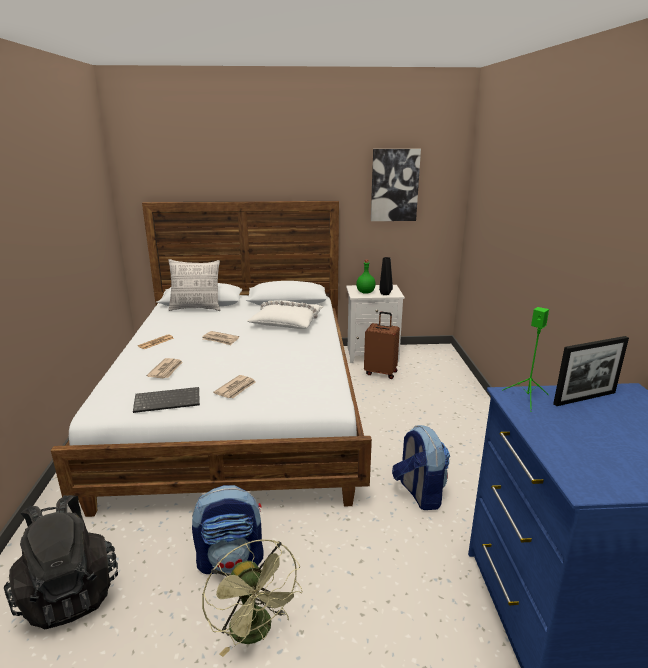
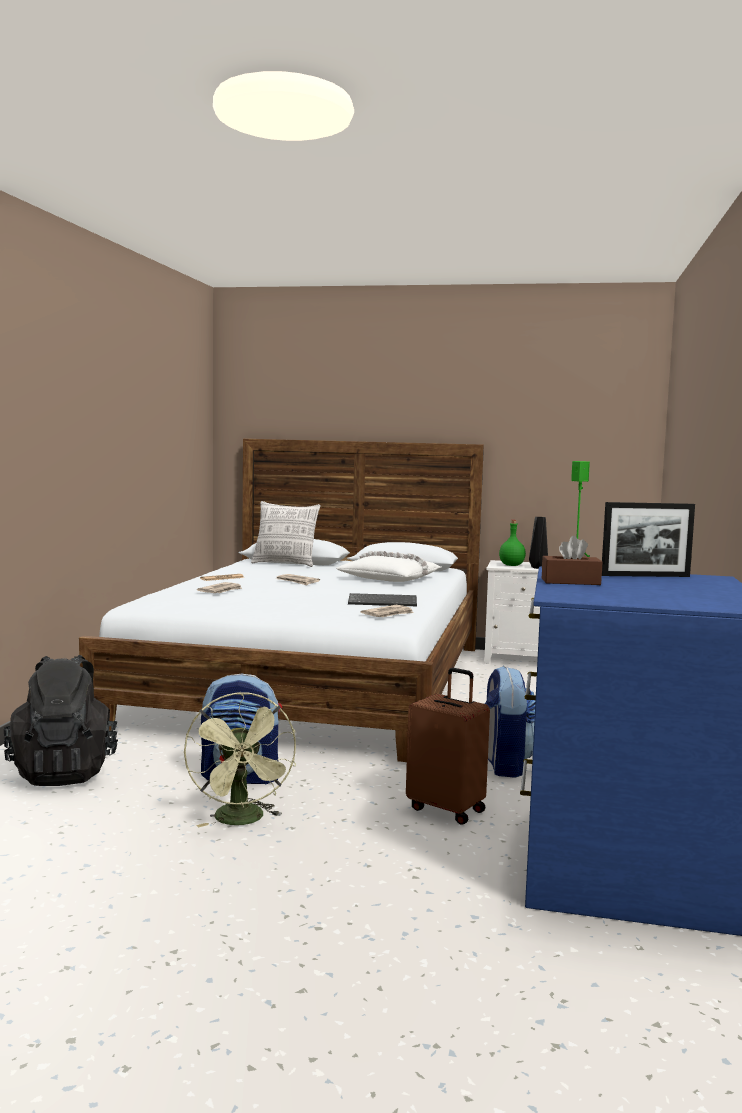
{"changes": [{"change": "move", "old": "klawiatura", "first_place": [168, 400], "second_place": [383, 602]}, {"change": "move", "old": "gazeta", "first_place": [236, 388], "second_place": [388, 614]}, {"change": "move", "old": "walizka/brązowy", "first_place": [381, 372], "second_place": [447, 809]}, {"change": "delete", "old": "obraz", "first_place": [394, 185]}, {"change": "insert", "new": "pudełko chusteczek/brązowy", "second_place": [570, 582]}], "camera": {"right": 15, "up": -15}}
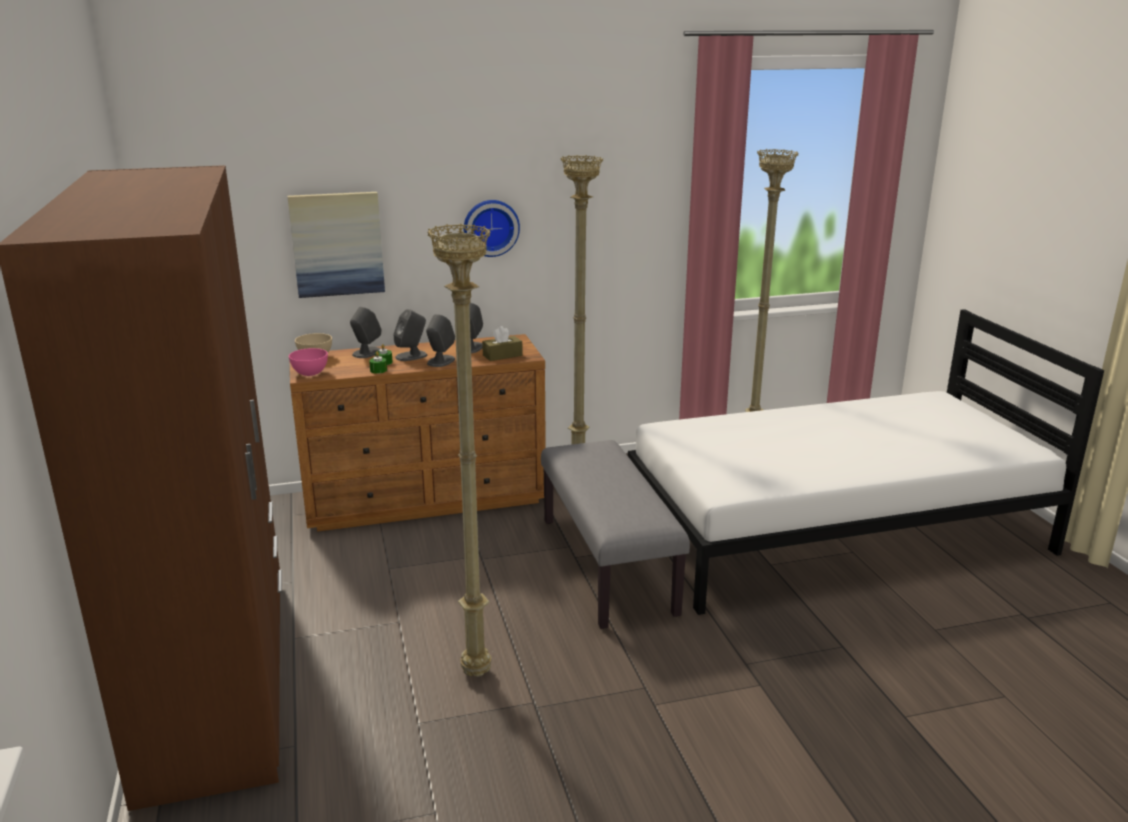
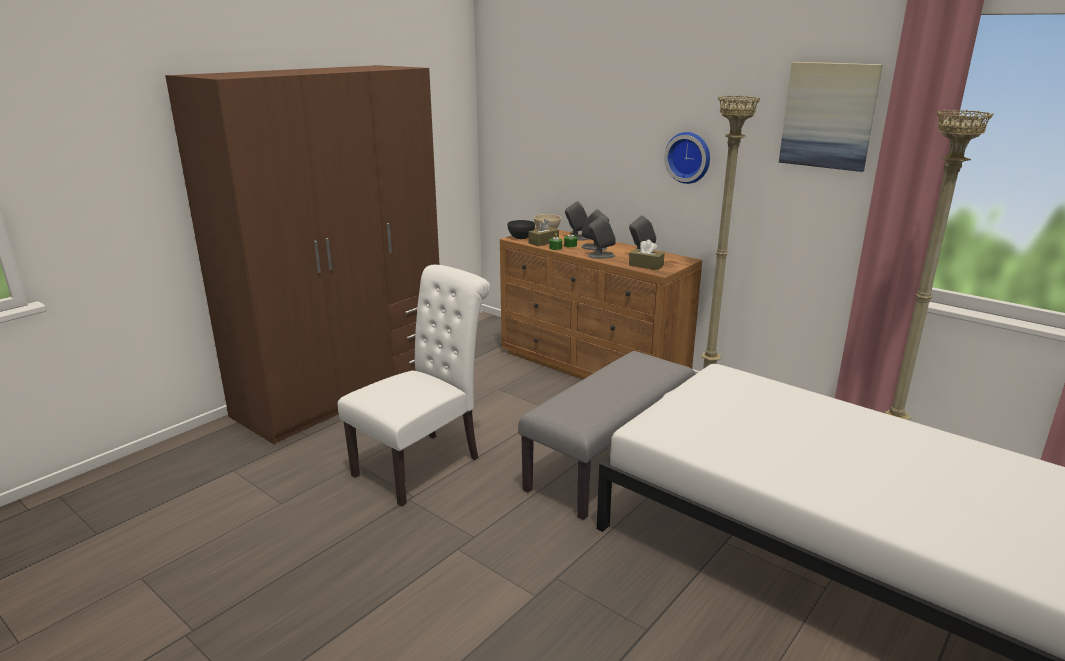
{"changes": [{"change": "move", "old": "obraz", "first_place": [337, 244], "second_place": [828, 115]}, {"change": "recolor", "old": "miska/różowy", "new": "miska/szary", "first_place": [310, 373], "second_place": [521, 237]}, {"change": "replace", "old": "lampa stojąca/beżowy", "new": "krzesło/biały", "first_place": [478, 673], "second_place": [423, 463]}, {"change": "insert", "new": "pudełko chusteczek/brązowy", "second_place": [543, 242]}], "camera": {"right": 55, "up": 0}}
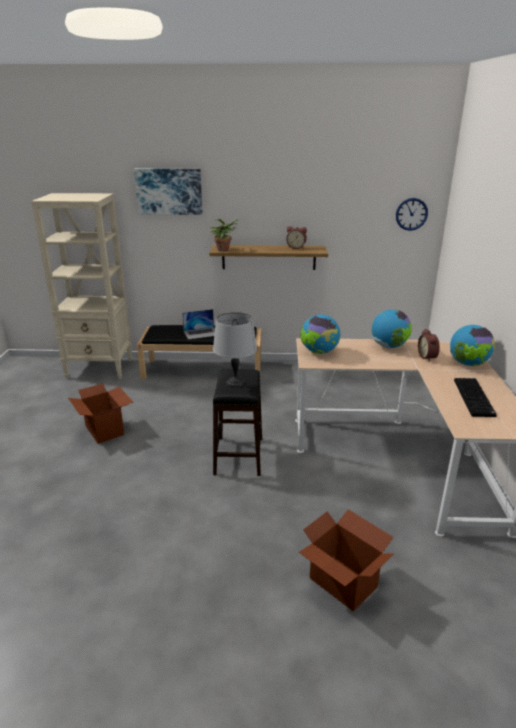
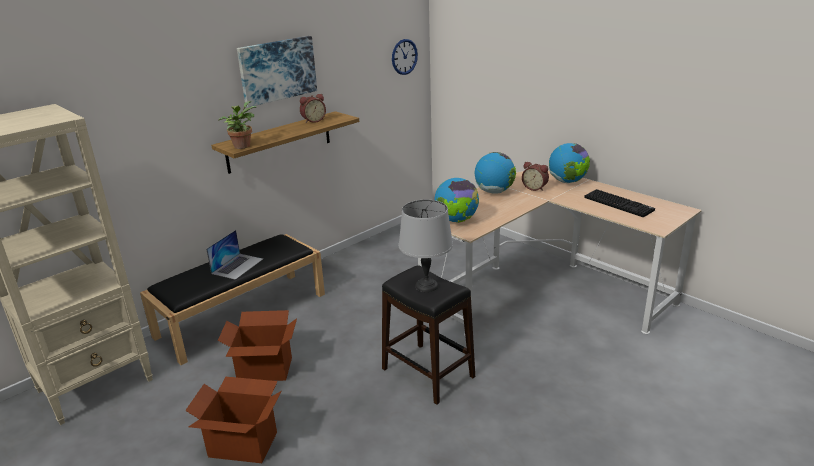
{"changes": [{"change": "move", "old": "obraz", "first_place": [169, 191], "second_place": [277, 70]}, {"change": "move", "old": "karton", "first_place": [342, 583], "second_place": [265, 370]}], "camera": {"right": -45, "up": 0}}
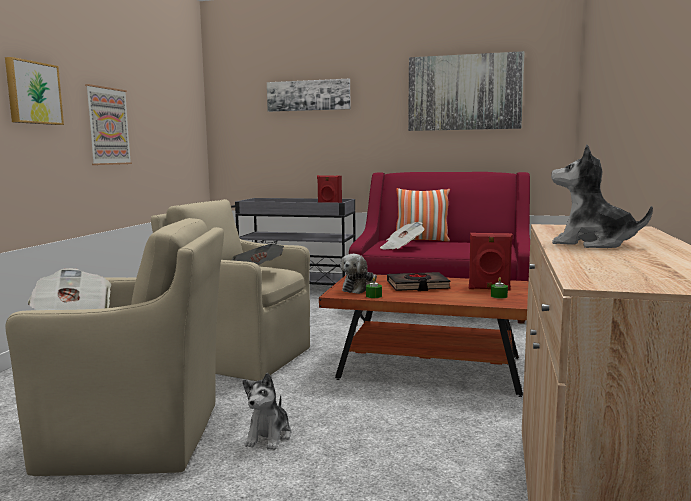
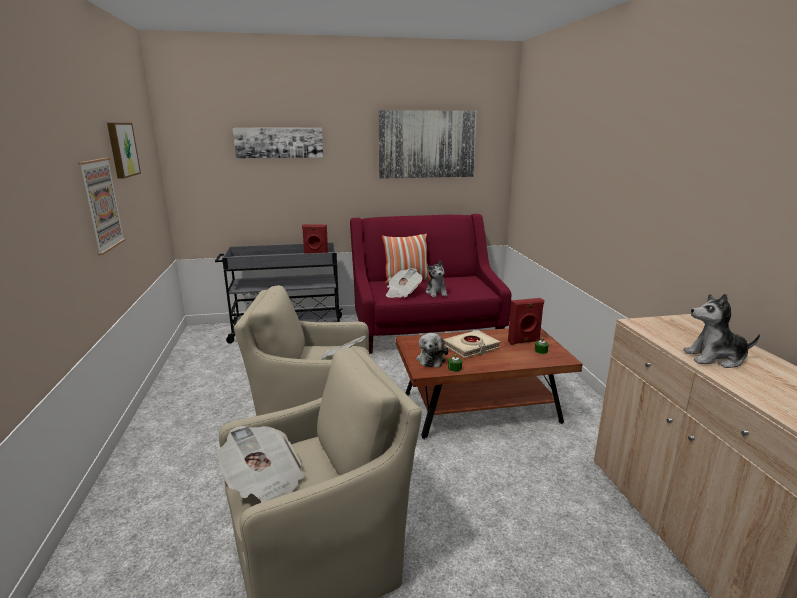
{"changes": [{"change": "move", "old": "obraz", "first_place": [33, 93], "second_place": [121, 149]}, {"change": "move", "old": "pluszak", "first_place": [269, 436], "second_place": [436, 293]}, {"change": "recolor", "old": "książka/czarny", "new": "książka/beżowy", "first_place": [417, 286], "second_place": [471, 347]}], "camera": {"right": -25, "up": 10}}
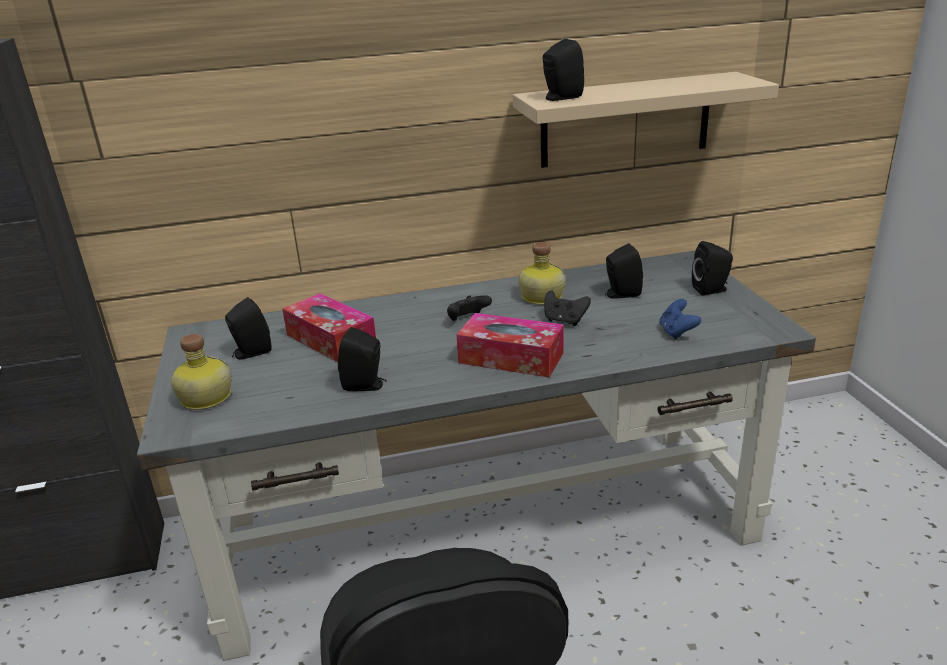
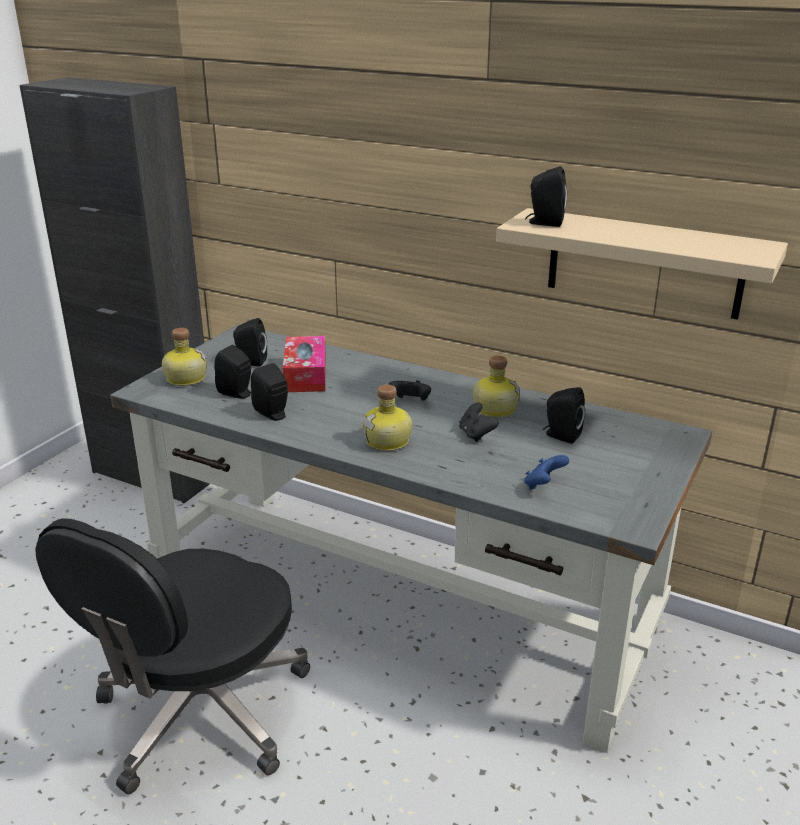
{"changes": [{"change": "replace", "old": "pudełko chusteczek", "new": "butelka", "first_place": [511, 358], "second_place": [388, 441]}, {"change": "move", "old": "głośnik/czarny", "first_place": [712, 290], "second_place": [237, 394]}], "camera": {"right": 40, "up": 0}}
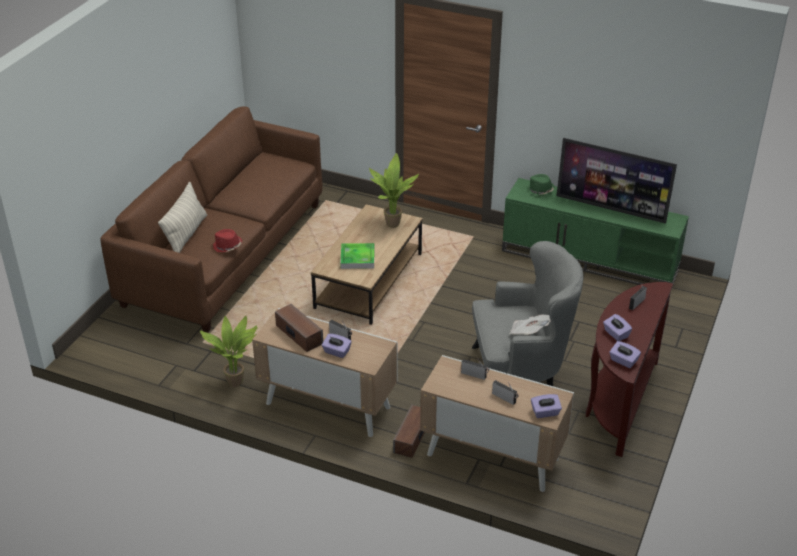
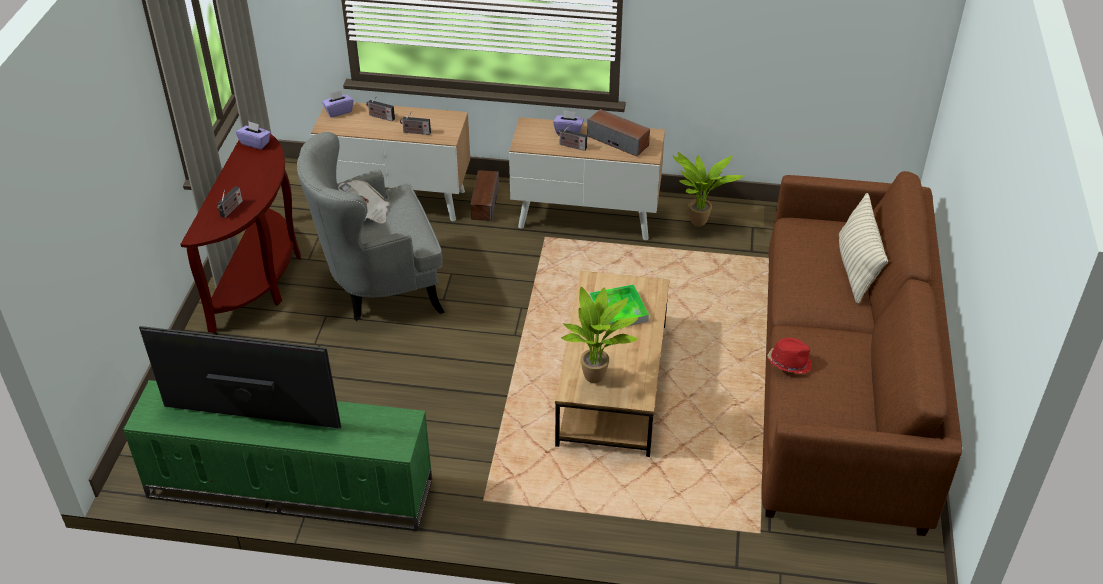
{"changes": [{"change": "move", "old": "kapelusz/czerwony", "first_place": [227, 246], "second_place": [788, 363]}, {"change": "delete", "old": "kapelusz/zielony", "first_place": [540, 190]}, {"change": "delete", "old": "pudełko chusteczek/fioletowy", "first_place": [616, 334]}], "camera": {"right": 165, "up": 5}}
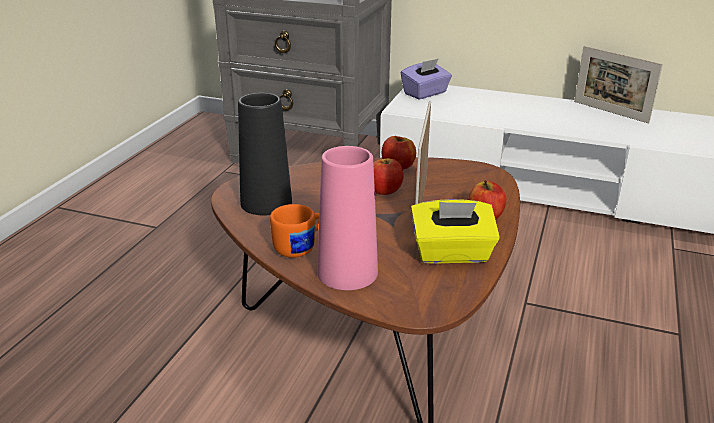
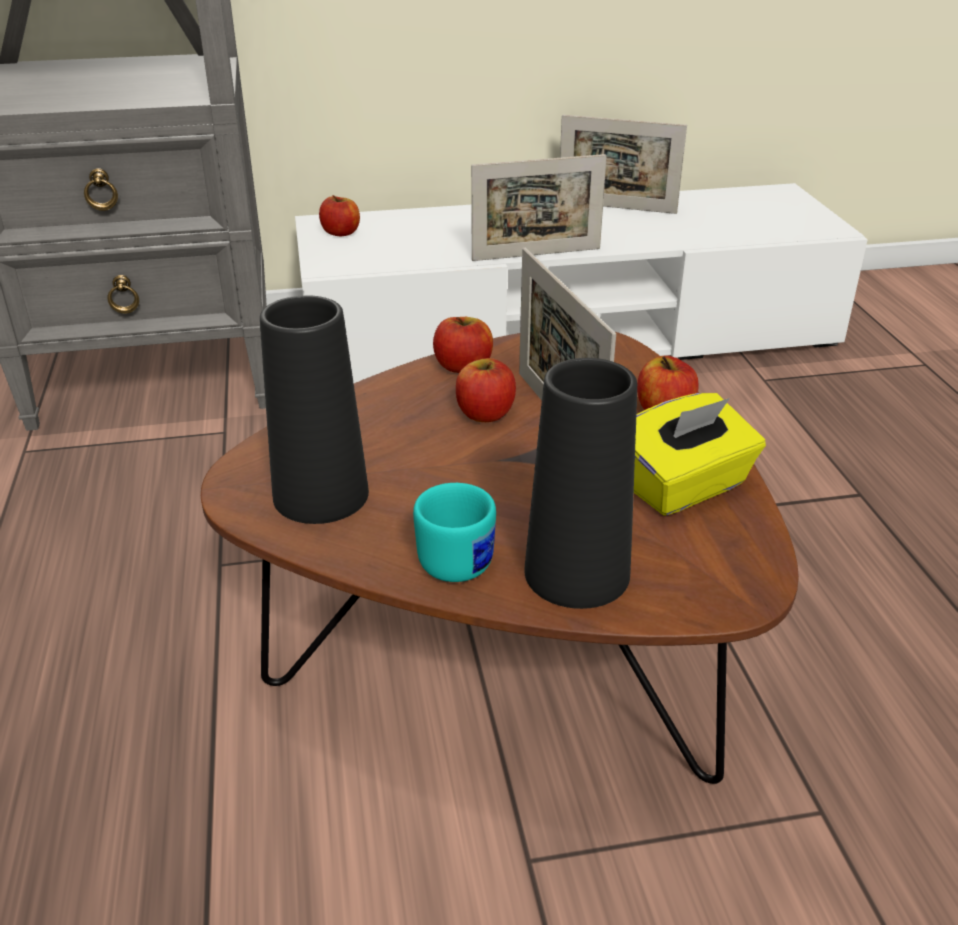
{"changes": [{"change": "recolor", "old": "kubek/pomarańczowy", "new": "kubek/turkusowy", "first_place": [300, 247], "second_place": [462, 556]}, {"change": "recolor", "old": "wazon/różowy", "new": "wazon/czarny", "first_place": [347, 272], "second_place": [577, 573]}, {"change": "replace", "old": "pudełko chusteczek/fioletowy", "new": "jabłko", "first_place": [425, 93], "second_place": [341, 233]}, {"change": "insert", "new": "ramka na zdjęcie", "second_place": [536, 254]}], "camera": {"right": -30, "up": 5}}
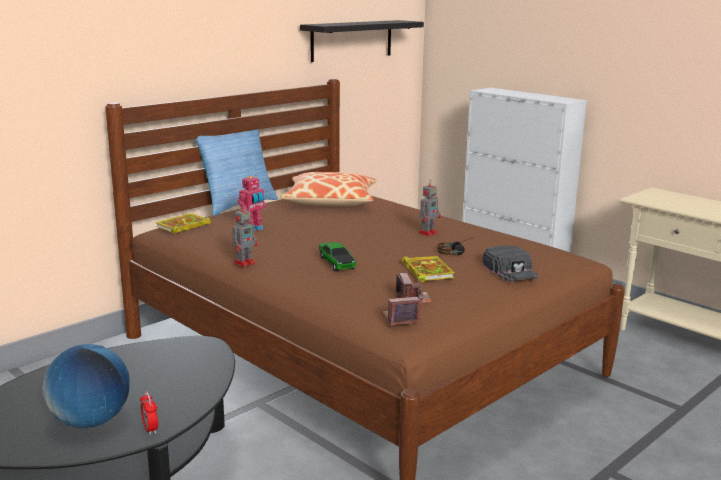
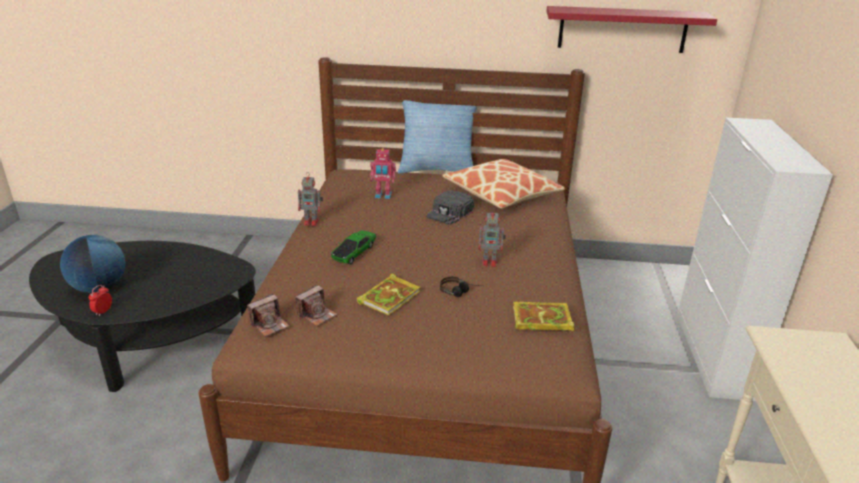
{"changes": [{"change": "move", "old": "książka", "first_place": [182, 226], "second_place": [540, 320]}, {"change": "recolor", "old": "półka/czarny", "new": "półka/czerwony", "first_place": [352, 40], "second_place": [622, 29]}, {"change": "rotate", "old": "aparat fotograficzny", "first_place": [400, 318], "second_place": [269, 325], "degrees": 105}, {"change": "move", "old": "czapka z daszkiem/czarny", "first_place": [510, 270], "second_place": [450, 212]}], "camera": {"right": 50, "up": 10}}
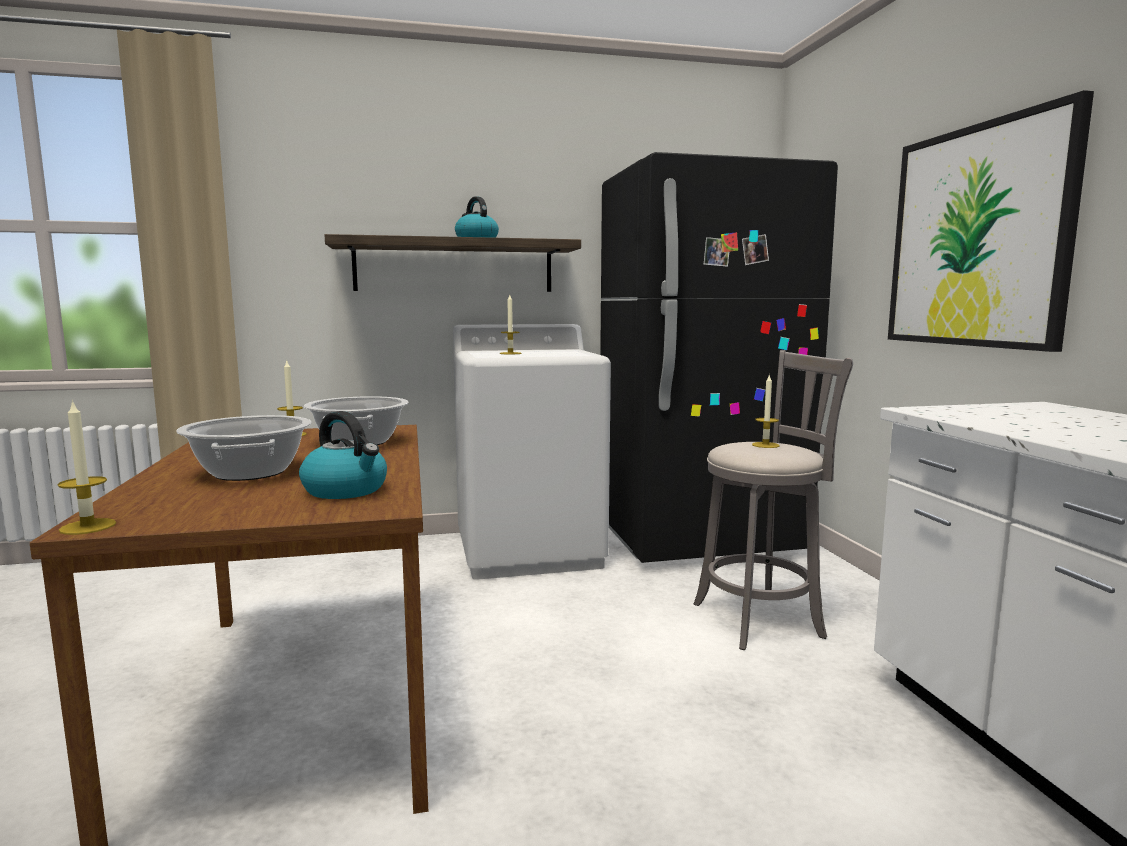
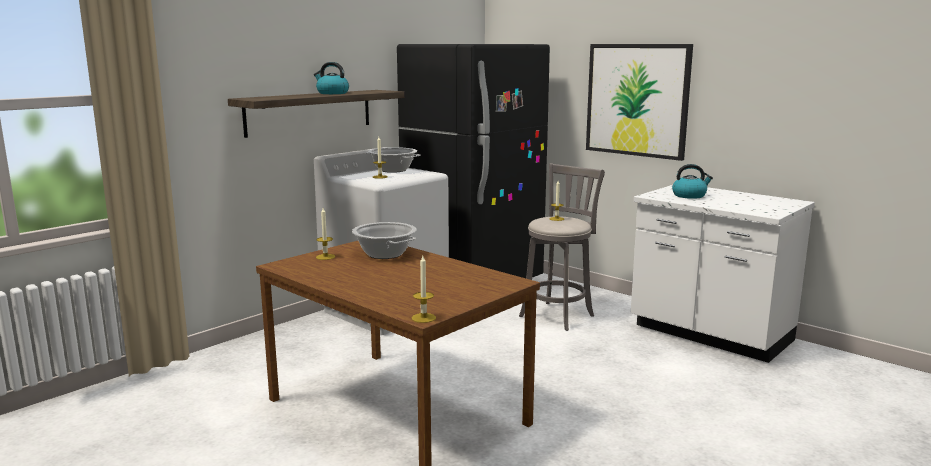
{"changes": [{"change": "move", "old": "garnek", "first_place": [249, 472], "second_place": [392, 170]}, {"change": "move", "old": "czajnik", "first_place": [346, 490], "second_place": [689, 195]}], "camera": {"right": -35, "up": 5}}
